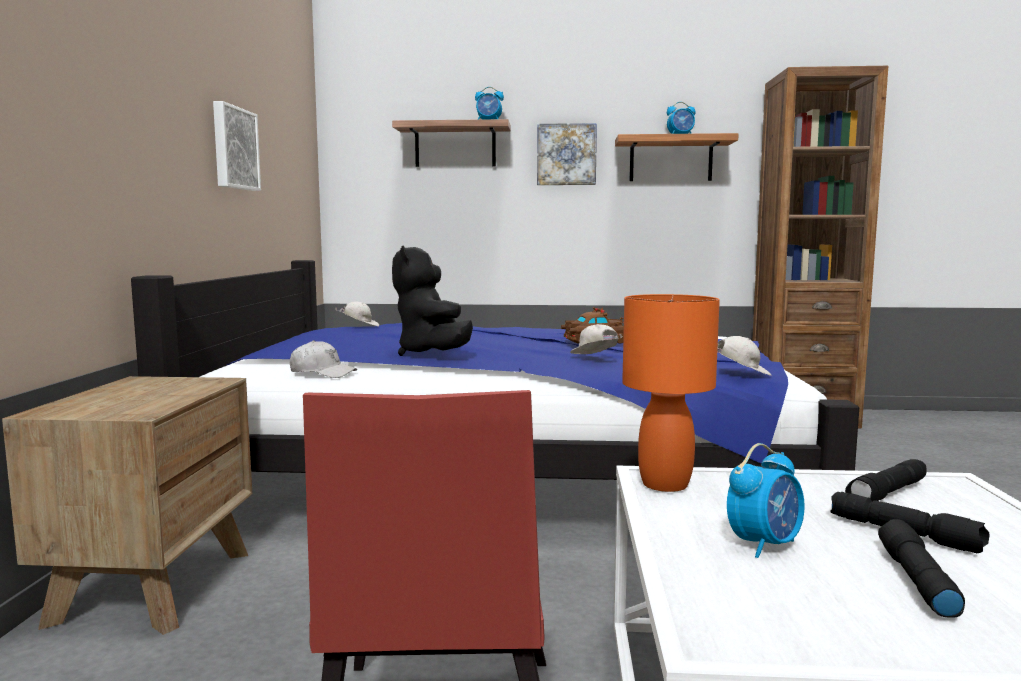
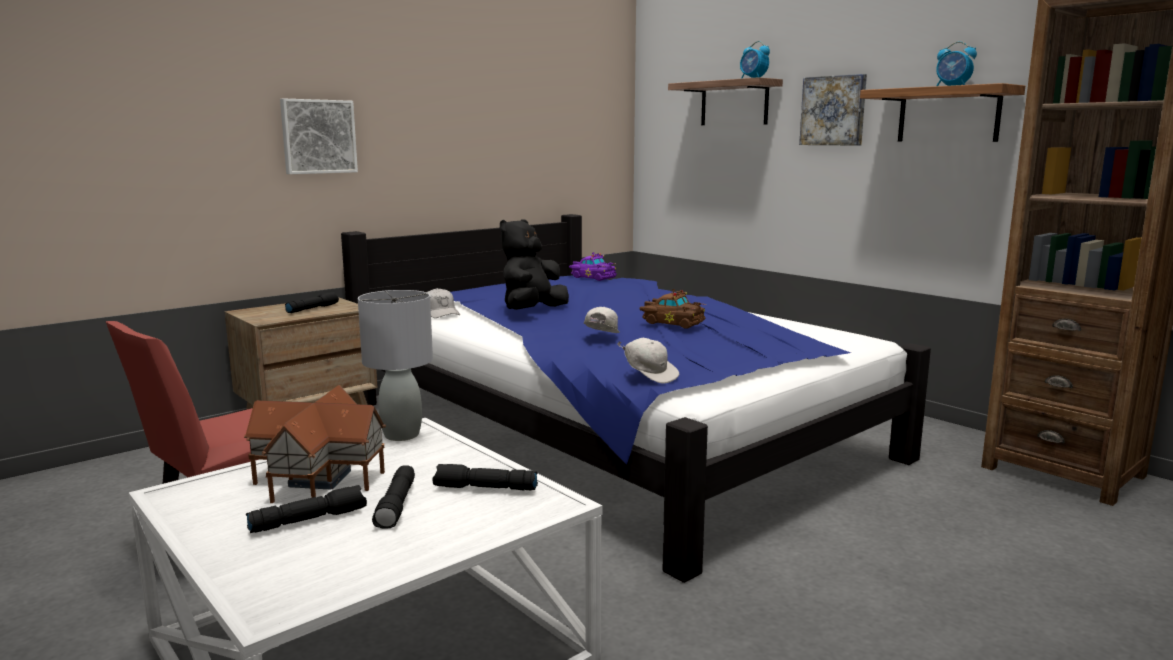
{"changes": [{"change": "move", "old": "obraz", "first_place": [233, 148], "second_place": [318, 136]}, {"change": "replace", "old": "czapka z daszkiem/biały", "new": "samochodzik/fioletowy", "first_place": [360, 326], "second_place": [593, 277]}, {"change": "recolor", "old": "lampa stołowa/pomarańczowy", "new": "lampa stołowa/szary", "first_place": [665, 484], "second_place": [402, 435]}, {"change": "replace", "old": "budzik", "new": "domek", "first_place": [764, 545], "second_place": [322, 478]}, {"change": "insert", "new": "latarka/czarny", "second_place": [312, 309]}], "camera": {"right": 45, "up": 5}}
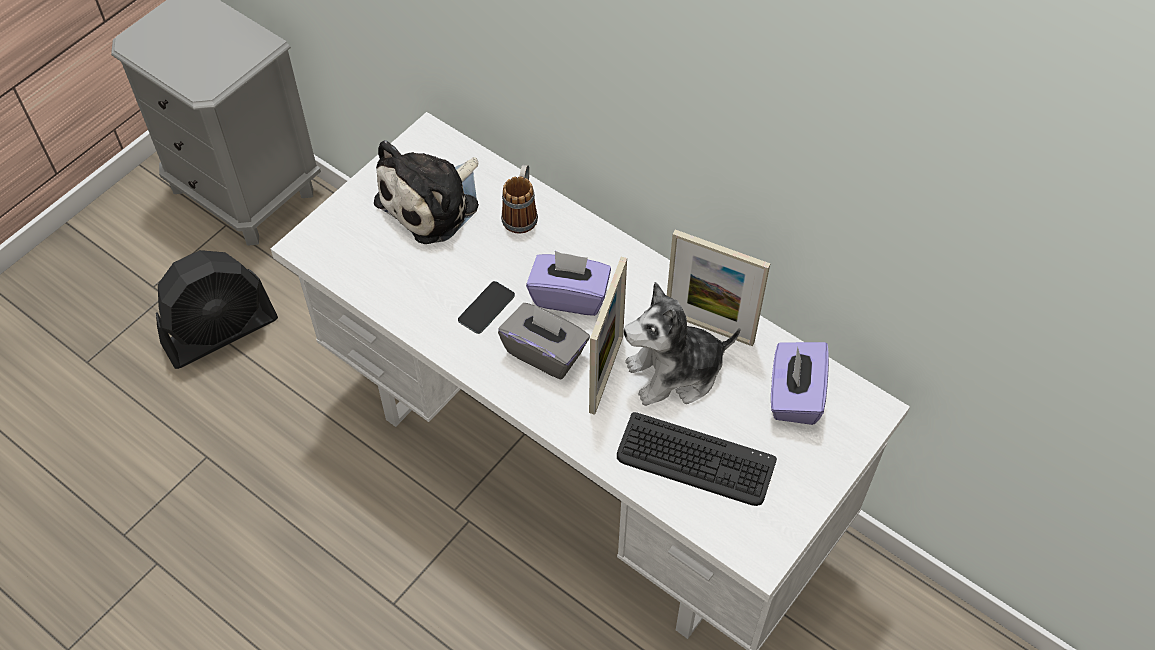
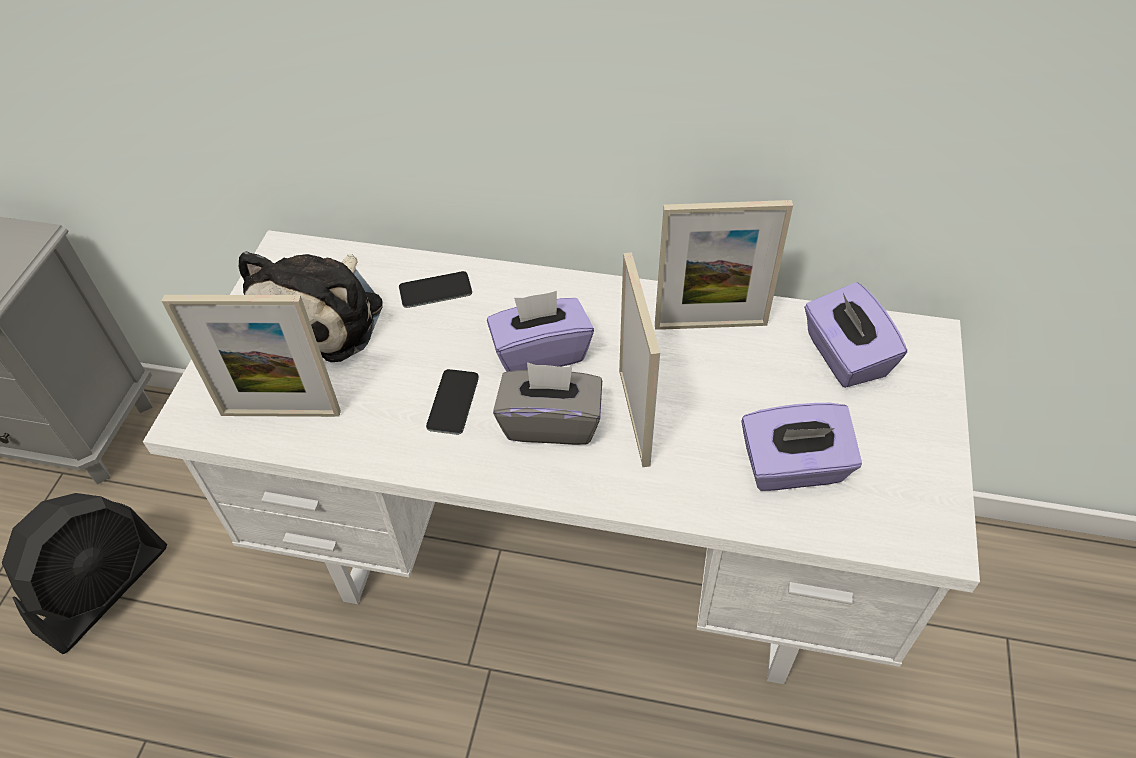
{"changes": [{"change": "replace", "old": "kubek", "new": "telefon", "first_place": [521, 213], "second_place": [435, 290]}, {"change": "replace", "old": "klawiatura", "new": "pudełko chusteczek/fioletowy", "first_place": [695, 461], "second_place": [793, 468]}, {"change": "delete", "old": "pluszak", "first_place": [675, 373]}, {"change": "insert", "new": "ramka na zdjęcie", "second_place": [280, 413]}], "camera": {"right": -25, "up": -5}}
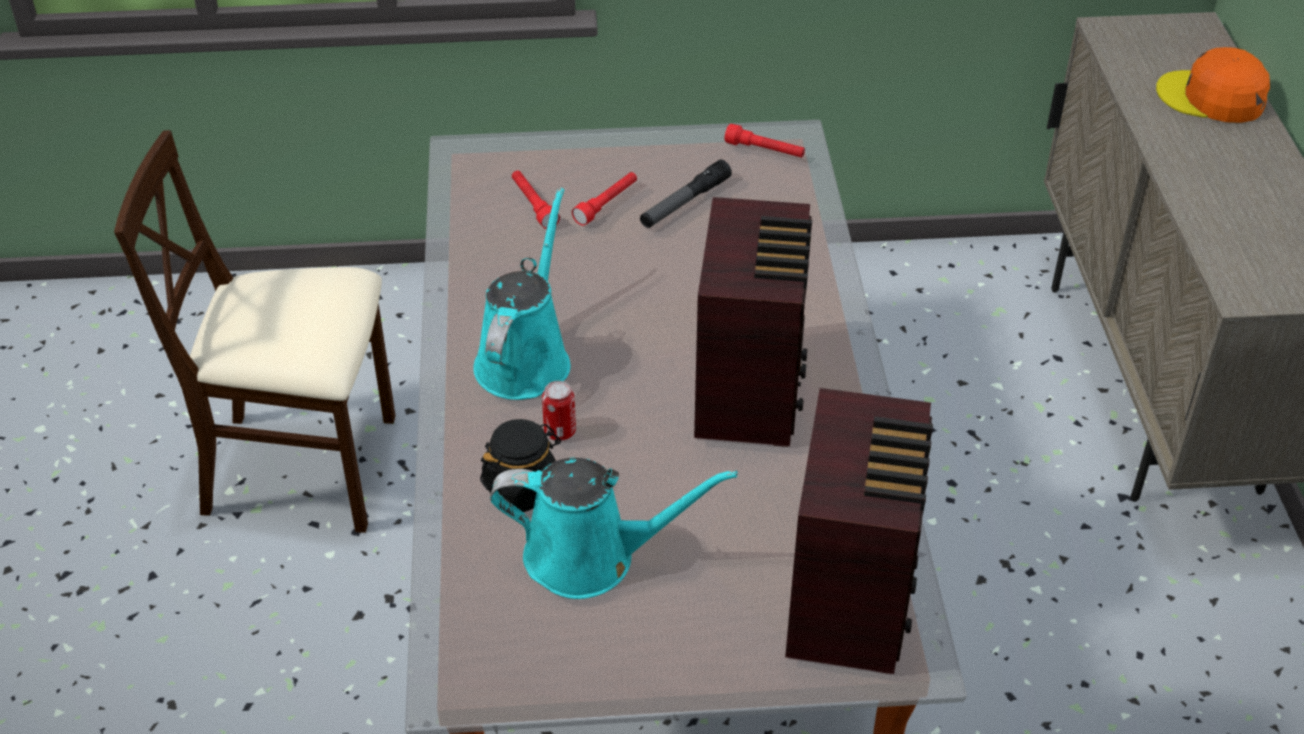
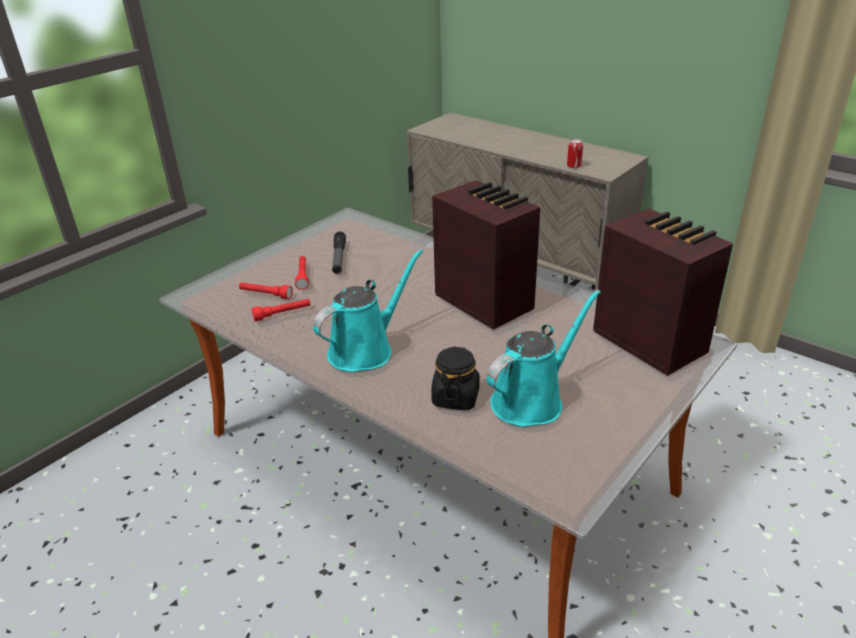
{"changes": [{"change": "delete", "old": "krzesło/beżowy", "first_place": [303, 467]}, {"change": "rotate", "old": "konewka/turkusowy", "first_place": [525, 359], "second_place": [365, 350], "degrees": 75}, {"change": "move", "old": "puszka", "first_place": [560, 431], "second_place": [574, 166]}, {"change": "move", "old": "latarka/czerwony", "first_place": [765, 151], "second_place": [282, 314]}, {"change": "delete", "old": "czapka z daszkiem/pomarańczowy", "first_place": [1212, 97]}], "camera": {"right": -45, "up": -10}}
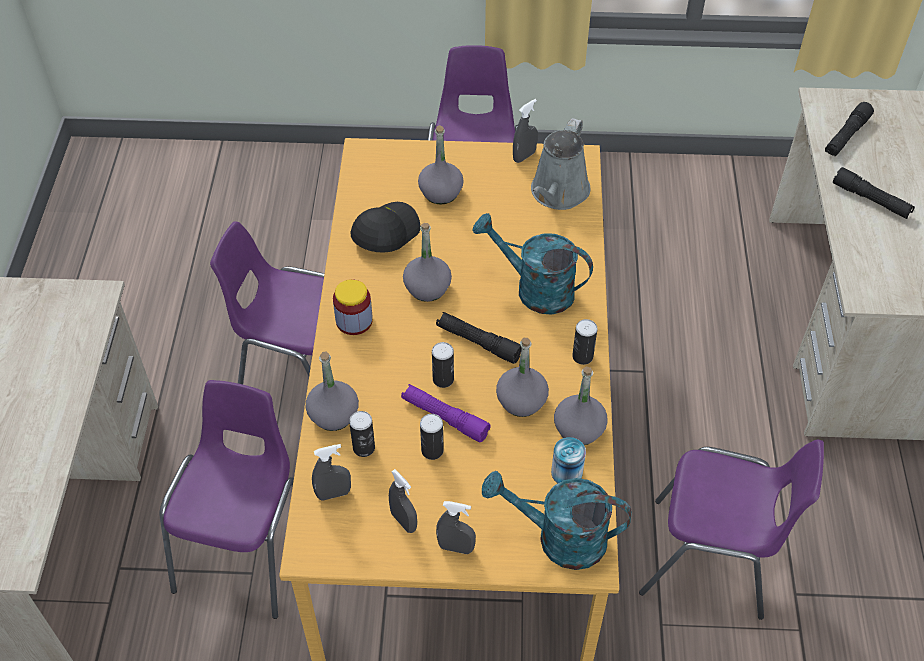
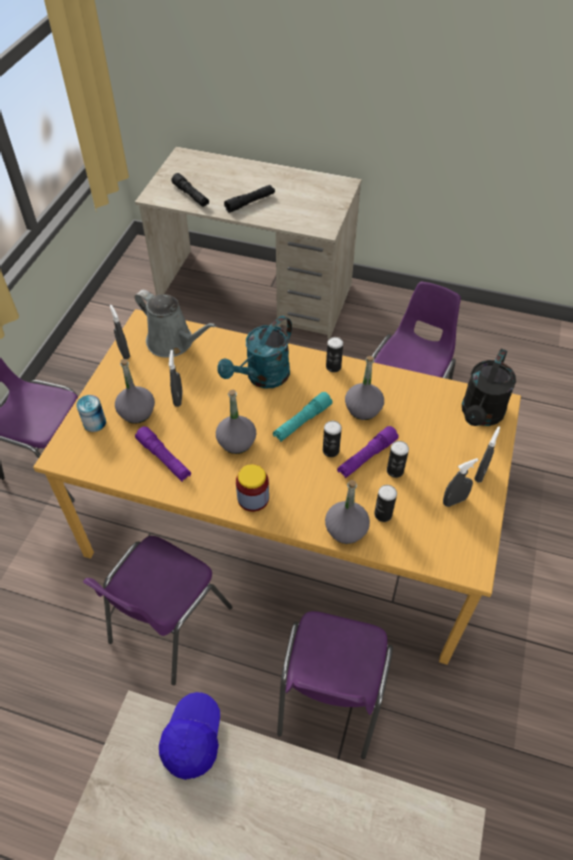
{"changes": [{"change": "rotate", "old": "krzesło/fioletowy", "first_place": [248, 549], "second_place": [330, 699], "degrees": -105}, {"change": "move", "old": "spryskiwacz/szary", "first_place": [333, 494], "second_place": [178, 398]}, {"change": "replace", "old": "czapka z daszkiem/czarny", "new": "latarka/fioletowy", "first_place": [384, 232], "second_place": [164, 459]}, {"change": "recolor", "old": "latarka/czarny", "new": "latarka/turkusowy", "first_place": [478, 342], "second_place": [302, 422]}, {"change": "recolor", "old": "konewka/turkusowy", "new": "konewka/czarny", "first_place": [559, 538], "second_place": [480, 415]}, {"change": "move", "old": "puszka", "first_place": [566, 472], "second_place": [94, 423]}, {"change": "delete", "old": "butelka/szary", "first_place": [579, 429]}, {"change": "insert", "new": "czapka z daszkiem/niebieski", "second_place": [192, 738]}], "camera": {"right": -75, "up": 0}}
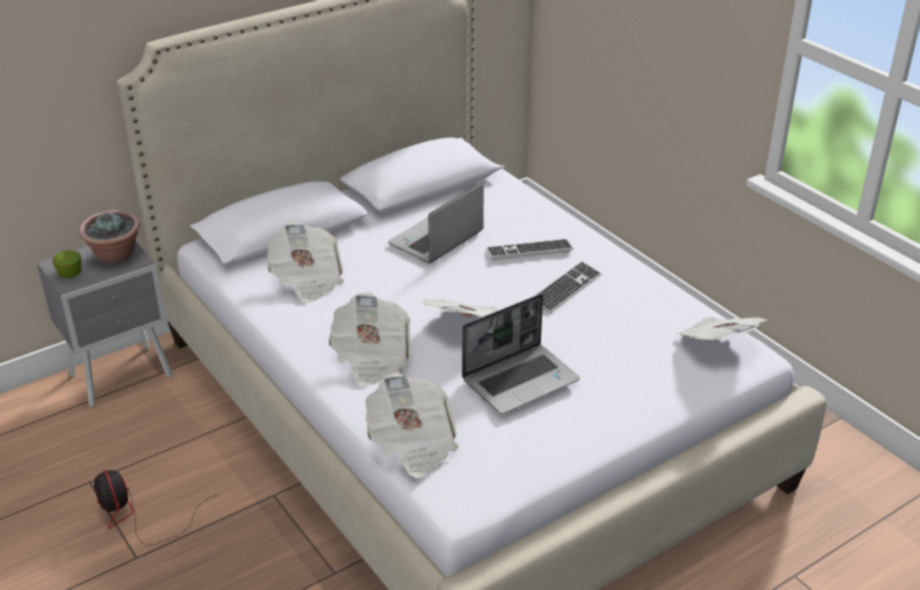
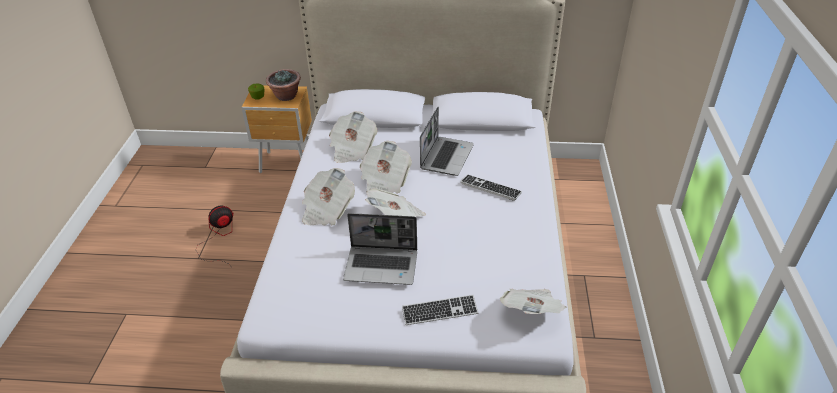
{"changes": [{"change": "recolor", "old": "szafka nocna/szary", "new": "szafka nocna/brązowy", "first_place": [123, 376], "second_place": [288, 164]}, {"change": "rotate", "old": "wentylator", "first_place": [137, 516], "second_place": [219, 238], "degrees": 45}, {"change": "move", "old": "gazeta", "first_place": [412, 444], "second_place": [384, 181]}, {"change": "rotate", "old": "laptop", "first_place": [436, 240], "second_place": [446, 156], "degrees": 120}, {"change": "move", "old": "klawiatura", "first_place": [566, 289], "second_place": [440, 311]}], "camera": {"right": 40, "up": 5}}
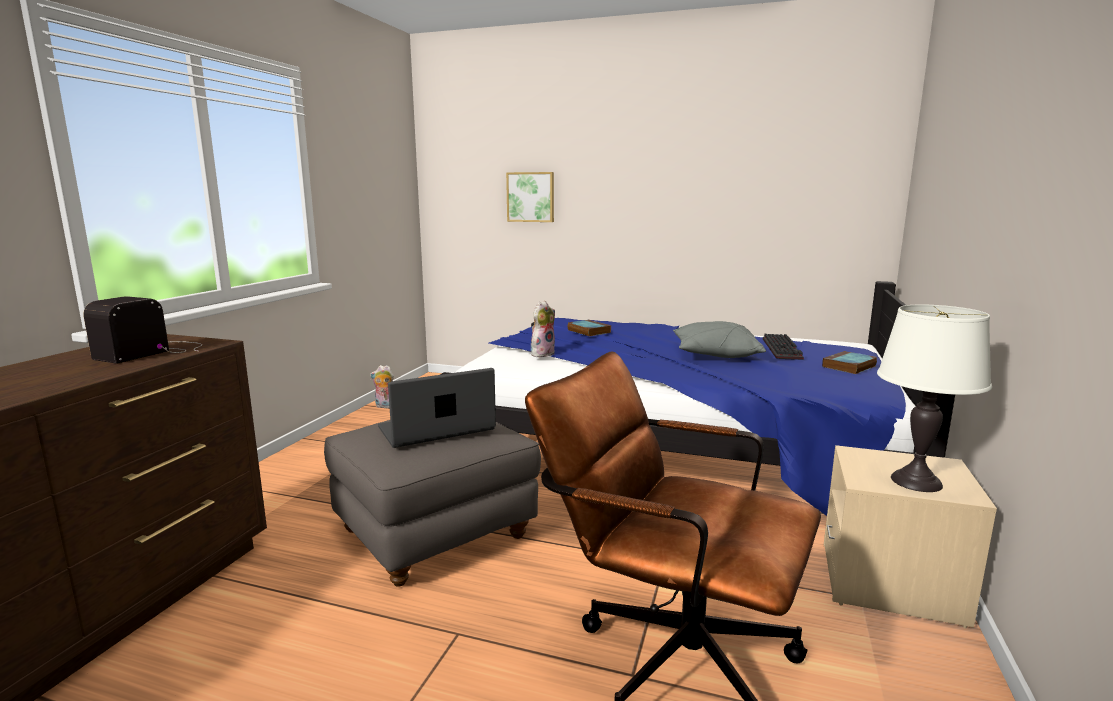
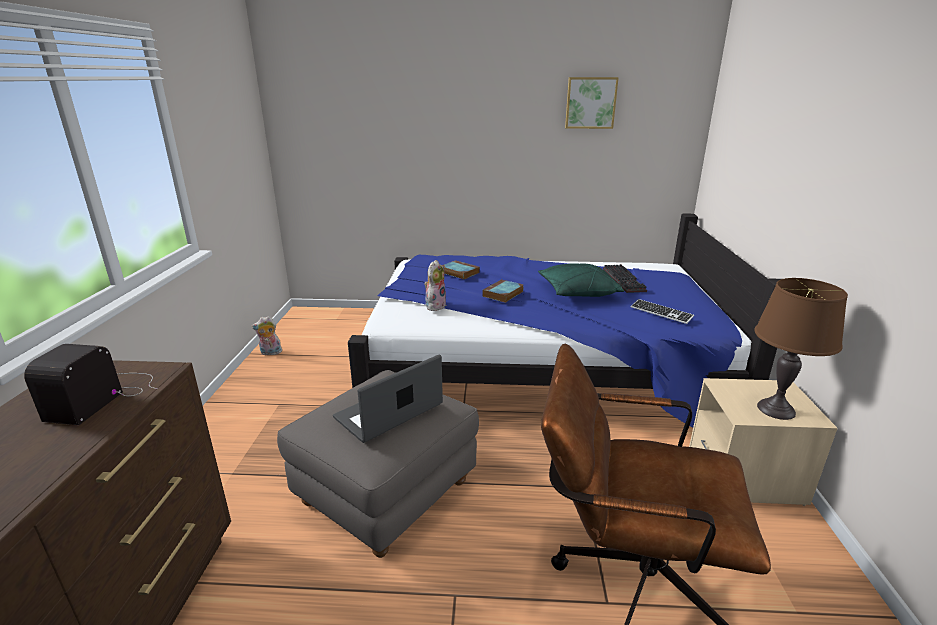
{"changes": [{"change": "move", "old": "obraz", "first_place": [531, 197], "second_place": [590, 103]}, {"change": "recolor", "old": "poduszka/szary", "new": "poduszka/zielony", "first_place": [714, 355], "second_place": [577, 292]}, {"change": "move", "old": "książka", "first_place": [849, 367], "second_place": [503, 294]}, {"change": "recolor", "old": "lampa stołowa/biały", "new": "lampa stołowa/brązowy", "first_place": [915, 481], "second_place": [775, 409]}, {"change": "insert", "new": "klawiatura", "second_place": [661, 312]}], "camera": {"right": -15, "up": 10}}
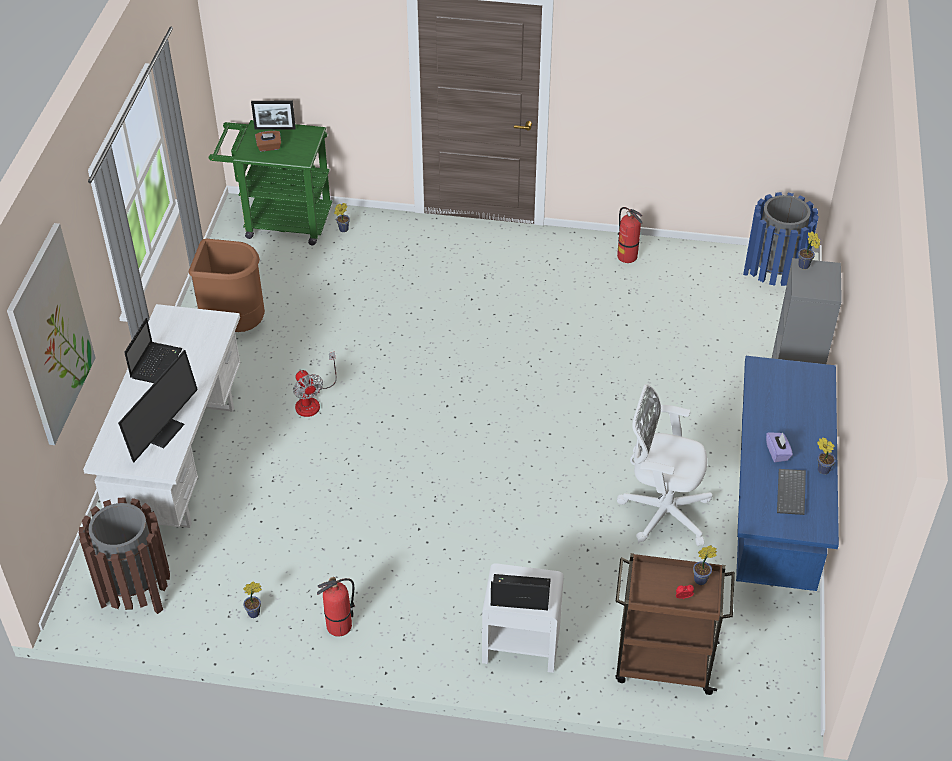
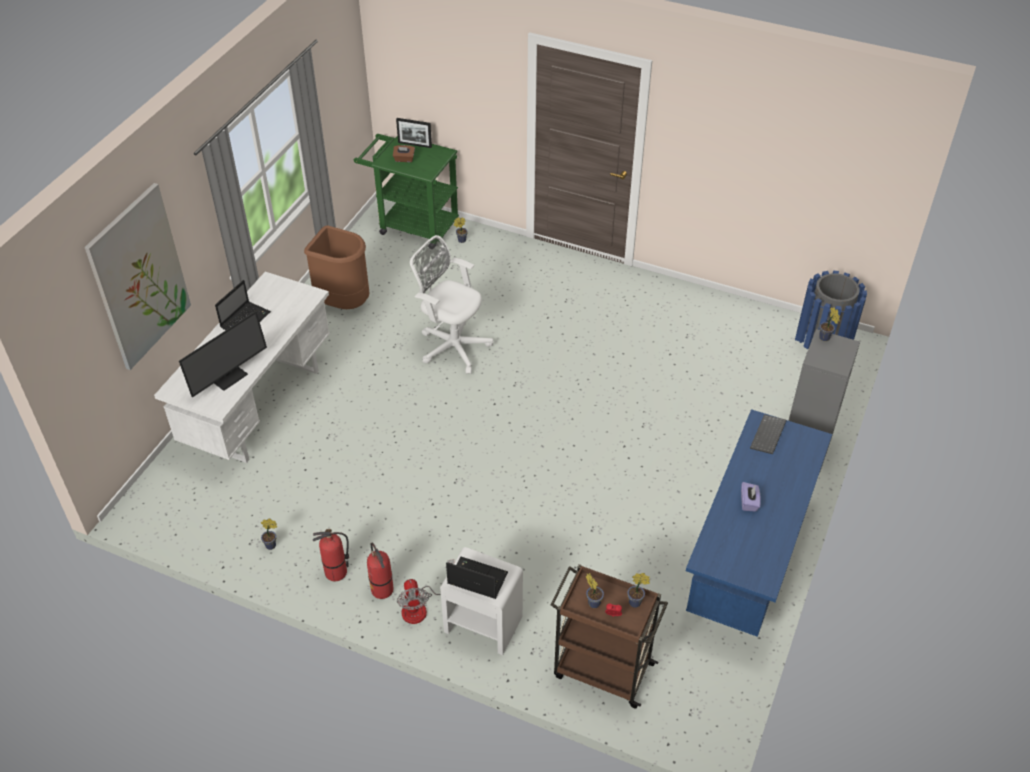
{"changes": [{"change": "delete", "old": "kosz na śmieci/brązowy", "first_place": [135, 592]}, {"change": "move", "old": "wentylator", "first_place": [312, 401], "second_place": [421, 606]}, {"change": "move", "old": "gaśnica", "first_place": [627, 257], "second_place": [382, 590]}, {"change": "move", "old": "krzesło biurowe/biały", "first_place": [661, 511], "second_place": [452, 346]}, {"change": "move", "old": "klawiatura", "first_place": [792, 493], "second_place": [768, 436]}, {"change": "move", "old": "roślina doniczkowa", "first_place": [822, 469], "second_place": [593, 602]}], "camera": {"right": 15, "up": 0}}
